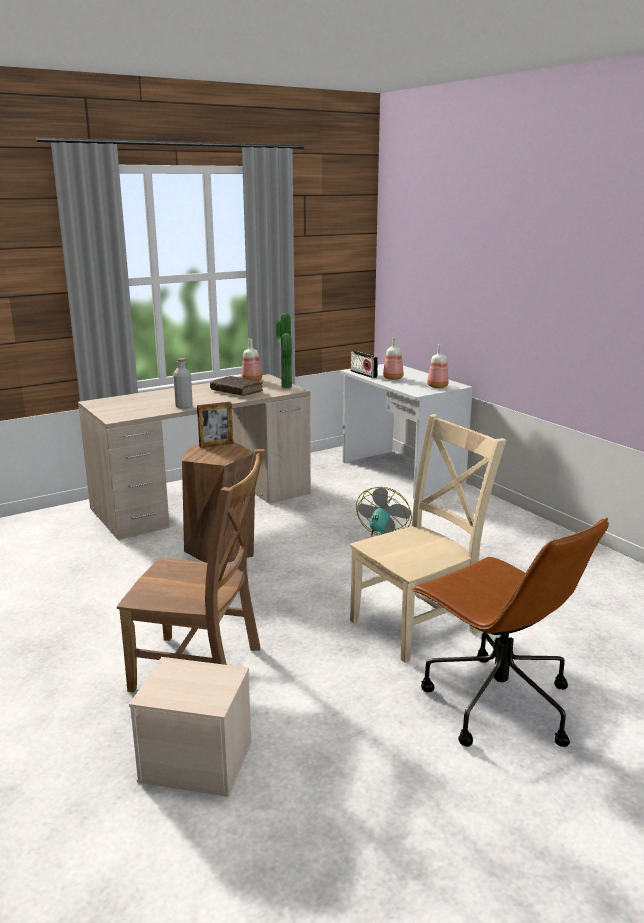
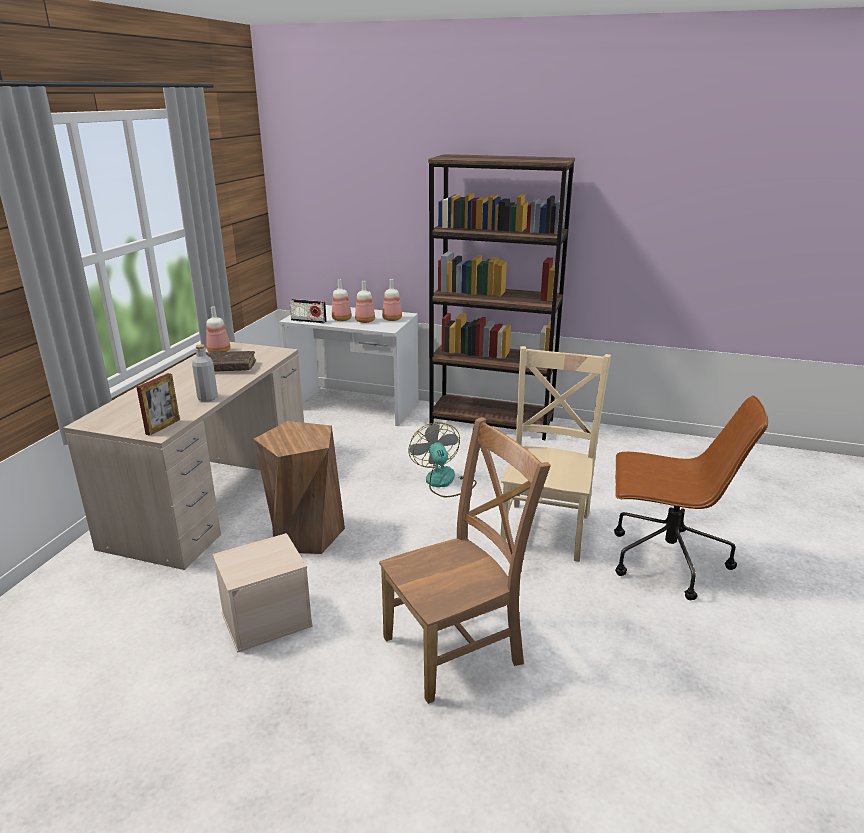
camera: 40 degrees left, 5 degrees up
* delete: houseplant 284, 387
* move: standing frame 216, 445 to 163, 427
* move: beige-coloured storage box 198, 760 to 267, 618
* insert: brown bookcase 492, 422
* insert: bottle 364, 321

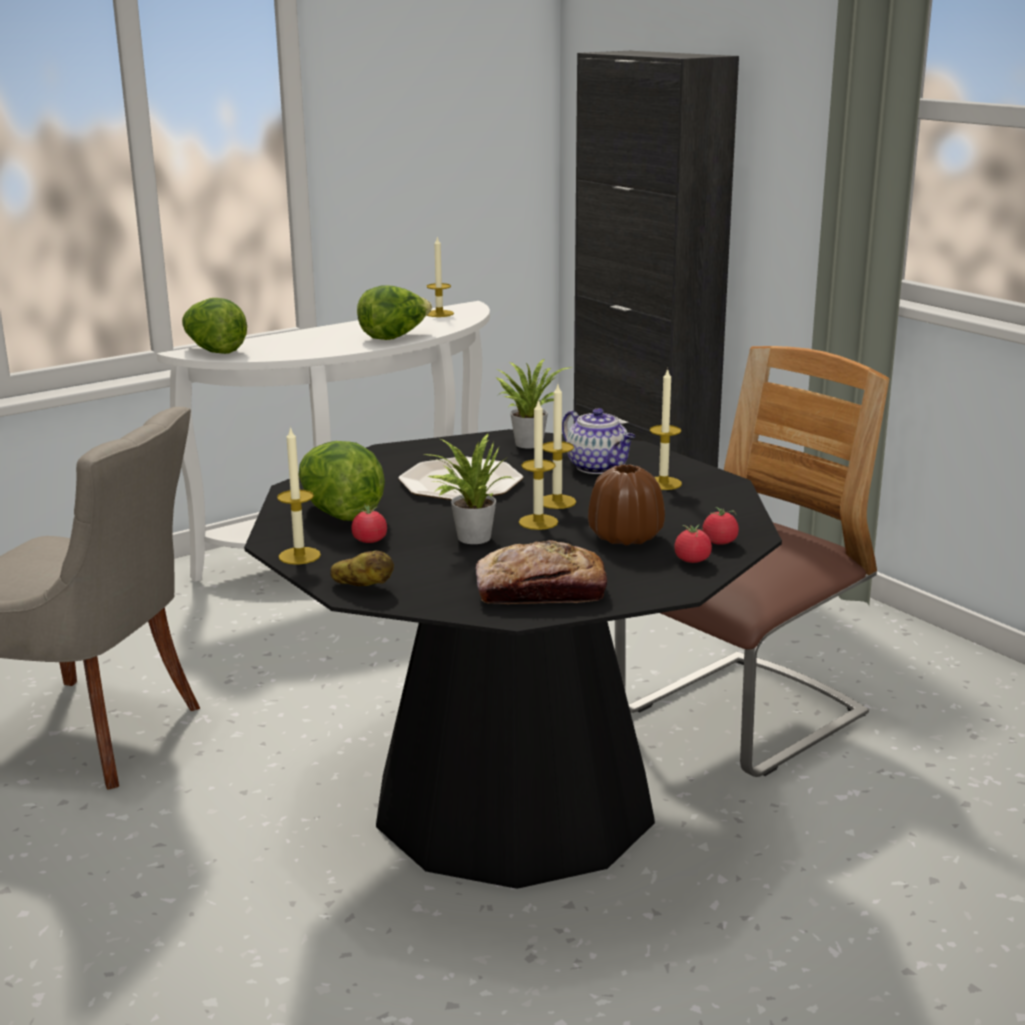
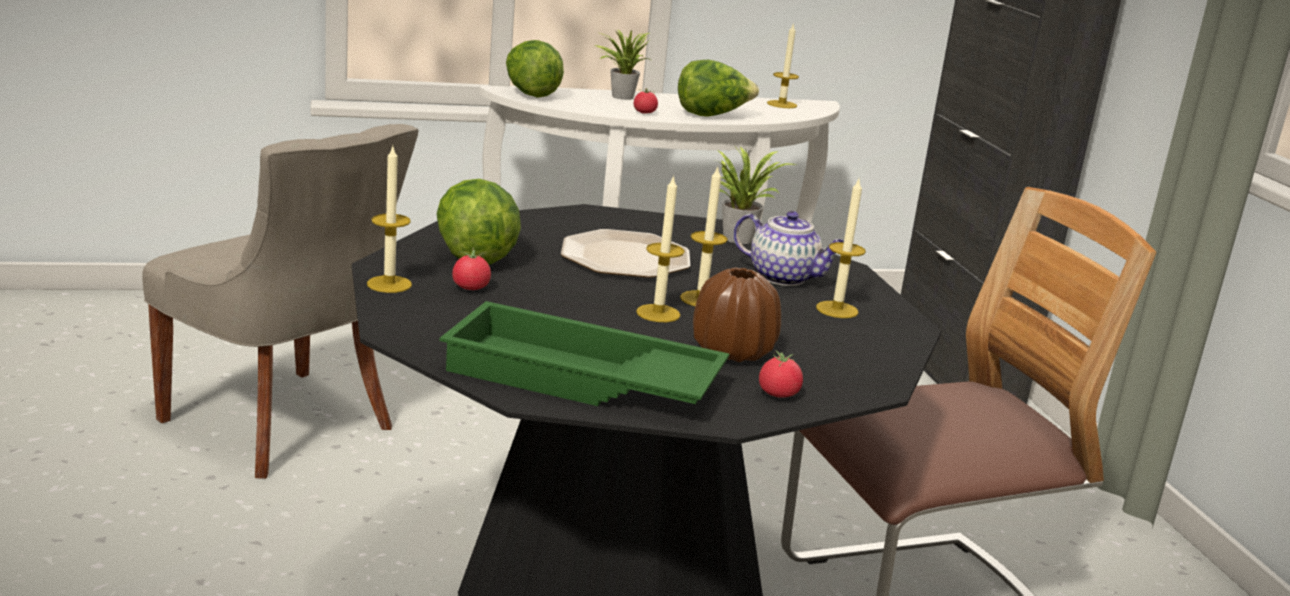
camera: 20 degrees right, 0 degrees up
* rotate: pot for tea 598, 467 = 784, 277 45 degrees counterclockwise
* move: houseplant 469, 537 to 620, 96
* move: fresh tomato 719, 542 to 644, 113
* replace: baked bread 540, 591 to greenish carrying tray 579, 380
* delete: potato 363, 586

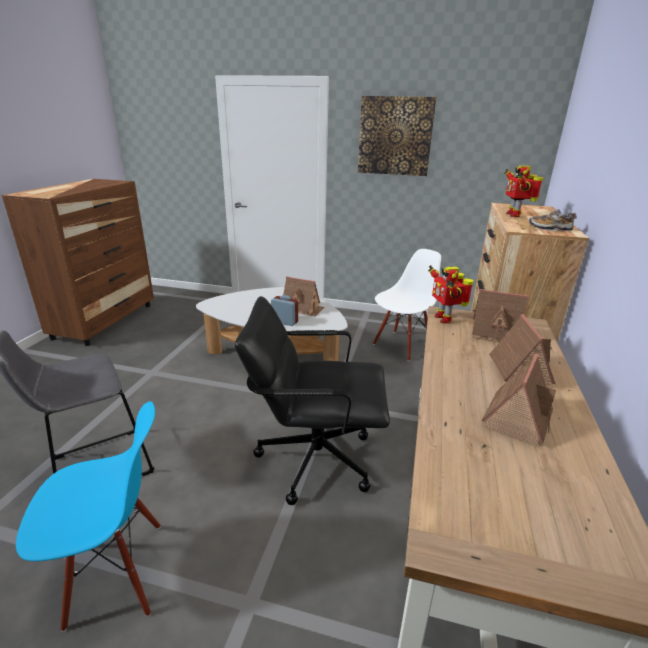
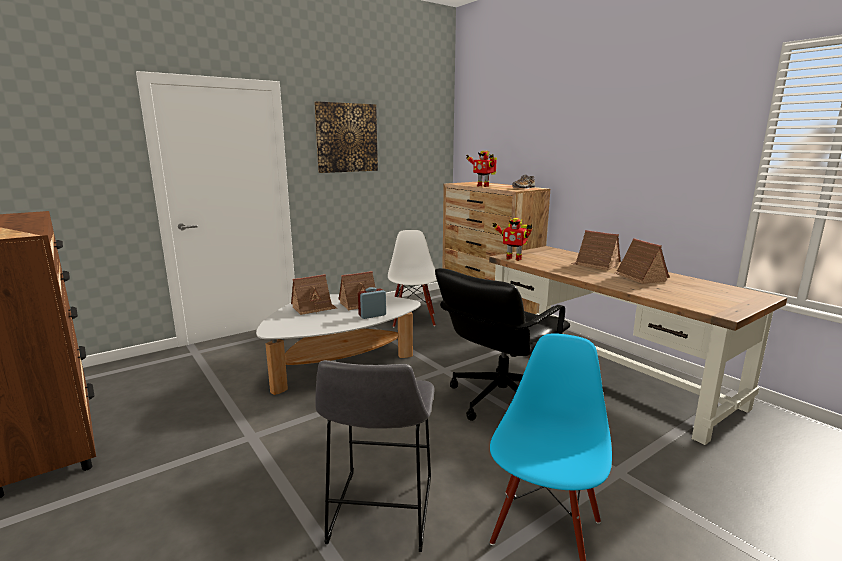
camera: 50 degrees left, 10 degrees down
* move: model house 498, 334 to 313, 308

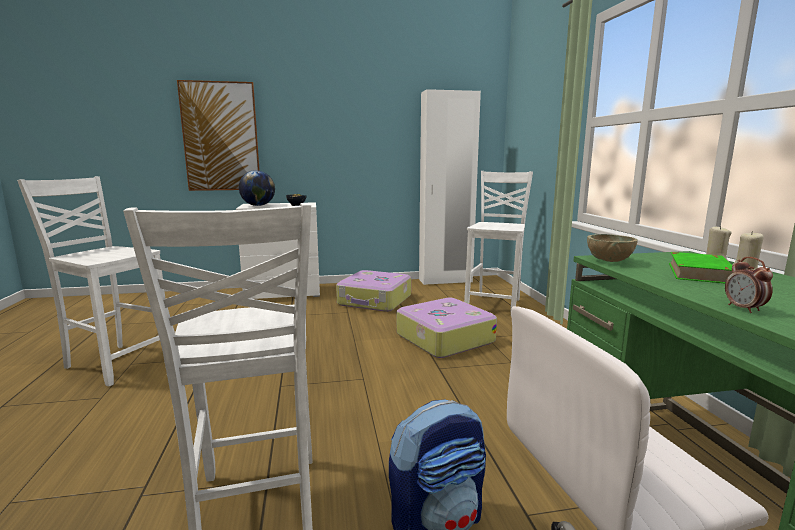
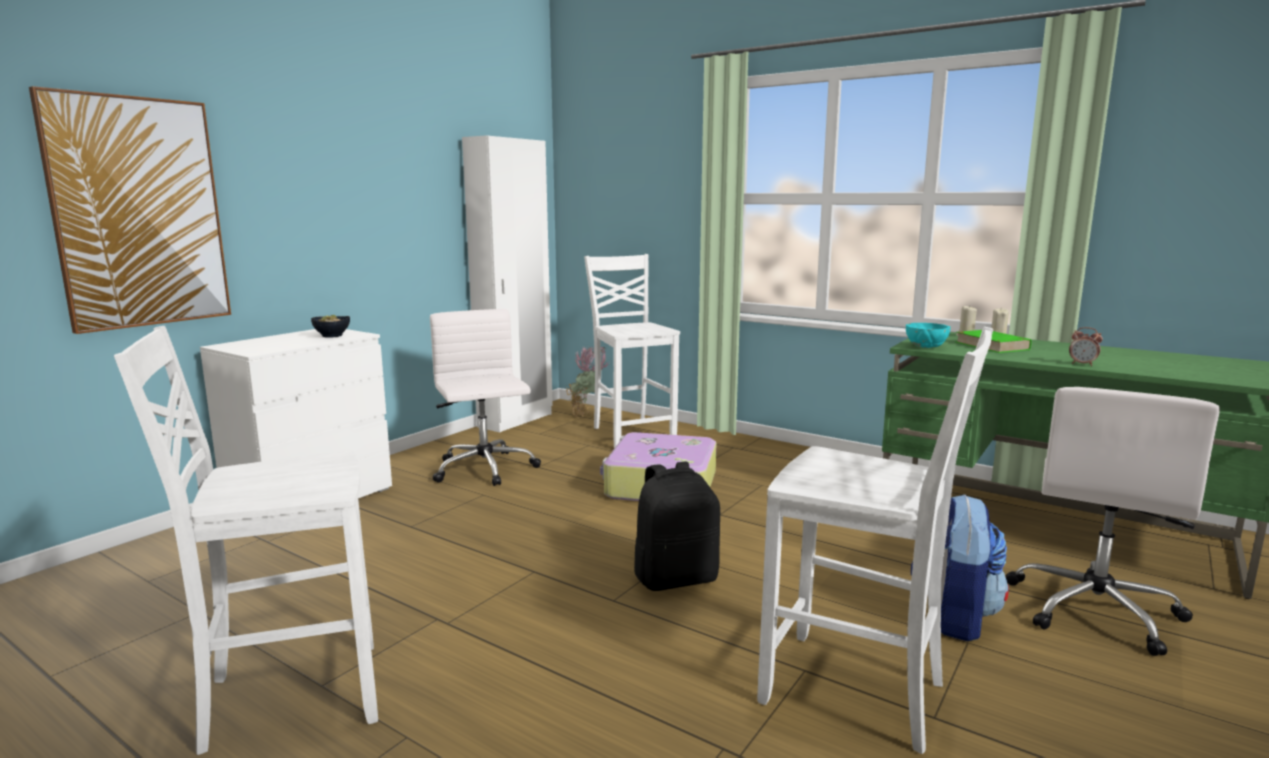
camera: 45 degrees left, 0 degrees up
* delete: world globe 258, 205
* recolor: beige-coloured deep dish 609, 261 to turquoise deep dish 926, 347
* replace: travel case 375, 300 to white-coloured desk chair 485, 470
* insert: houseplant 587, 416
* insert: black rucksack 676, 578

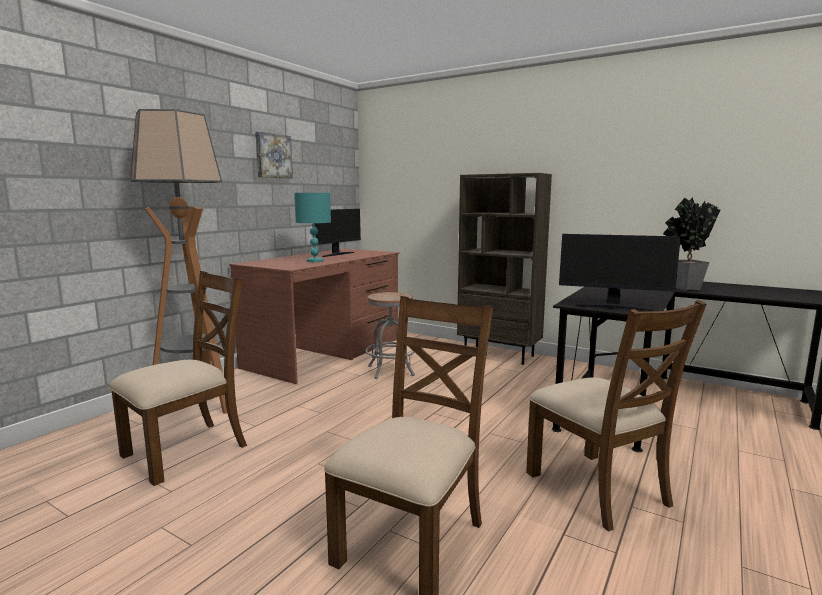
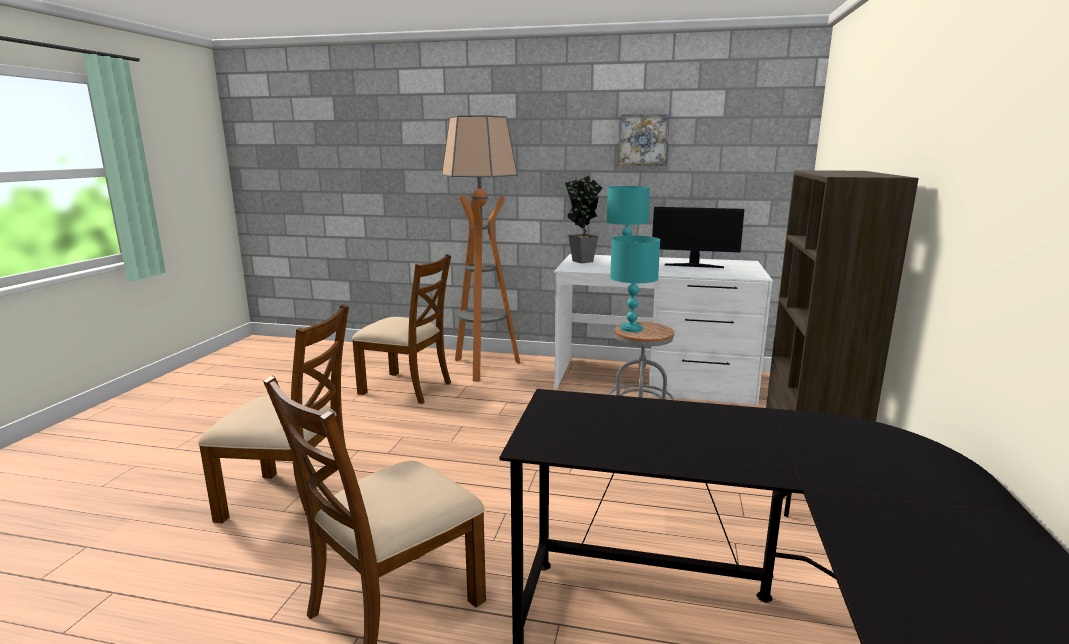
camera: 70 degrees right, 5 degrees up
* move: houseplant 682, 288 to 582, 260
* delete: computer screen 613, 307
* recolor: brown desk unit 326, 353 to white-coloured desk unit 654, 380
* insert: turquoise table lamp 632, 328

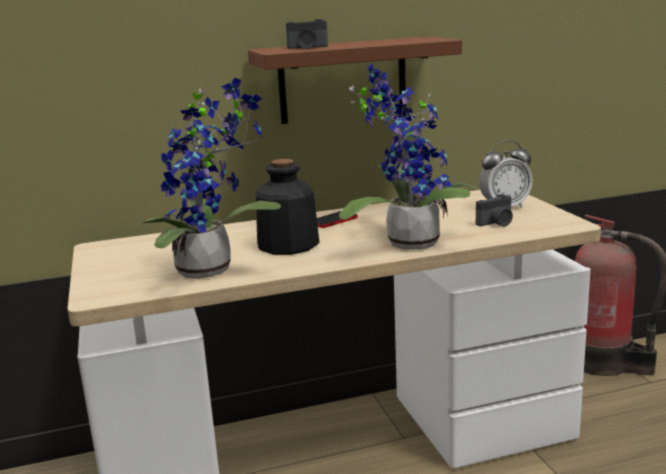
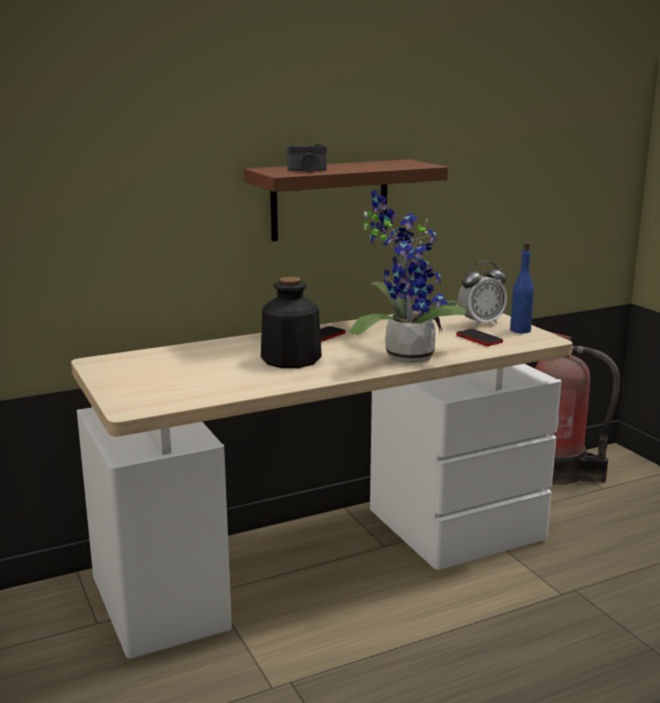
camera: 10 degrees left, 0 degrees up
* delete: houseplant 212, 270
* replace: photo camera 496, 223 to handset 479, 338
* insert: bluish bottle 520, 330

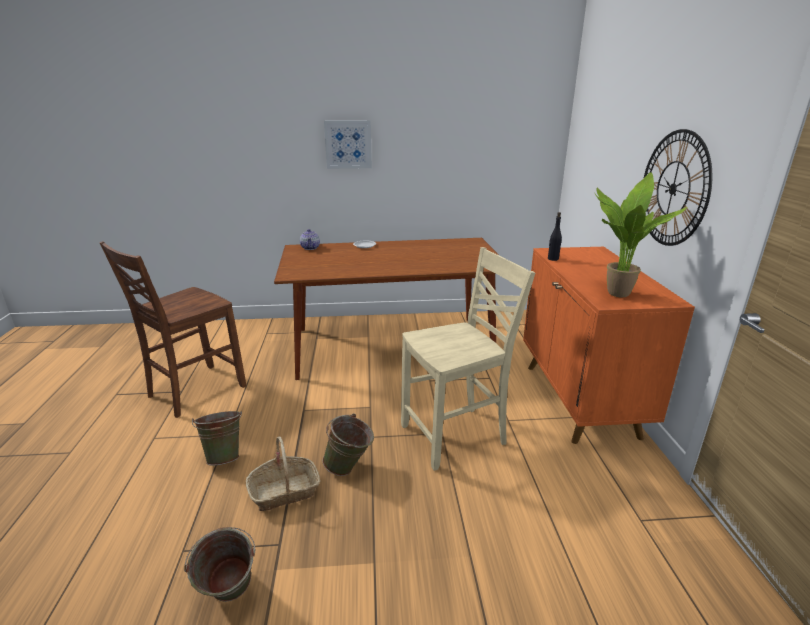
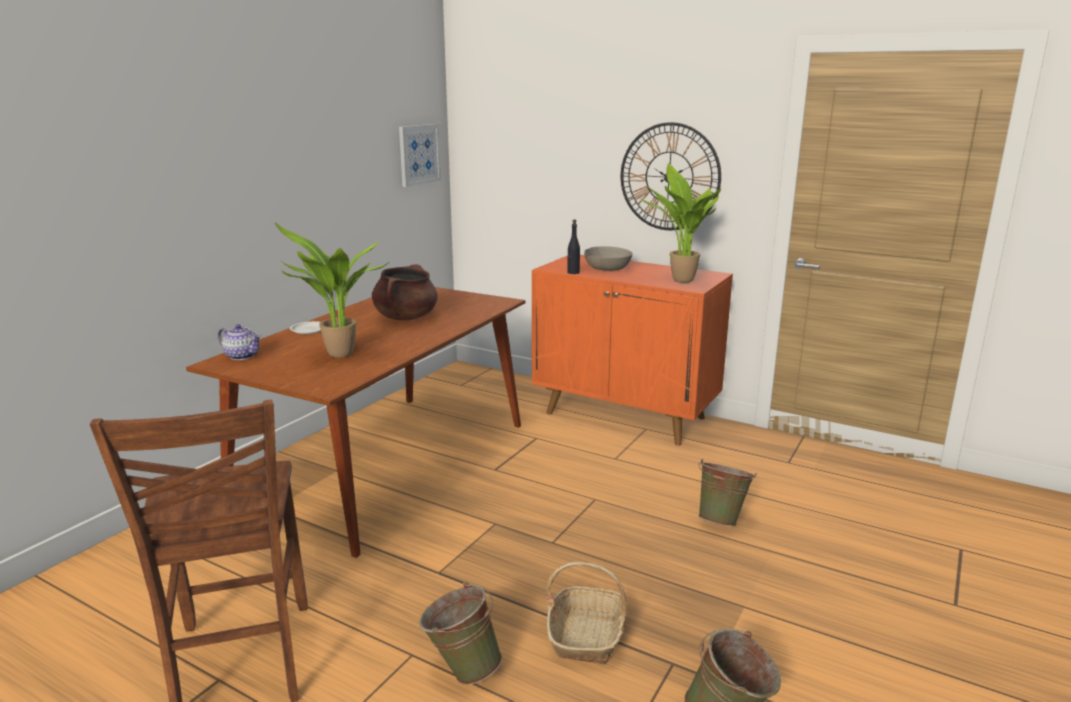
camera: 55 degrees left, 5 degrees down
* move: picture 348, 144 to 419, 154
* delete: beige-coloured chair 456, 436
* move: greenish bucket 350, 468 to 721, 520
* insert: houseplant 338, 356
* insert: greyish deep dish 607, 268
* insert: brown stockpot 406, 317

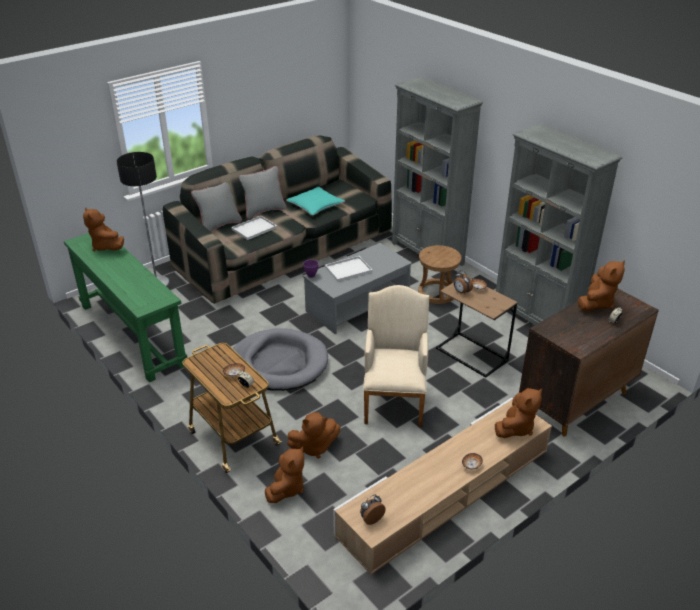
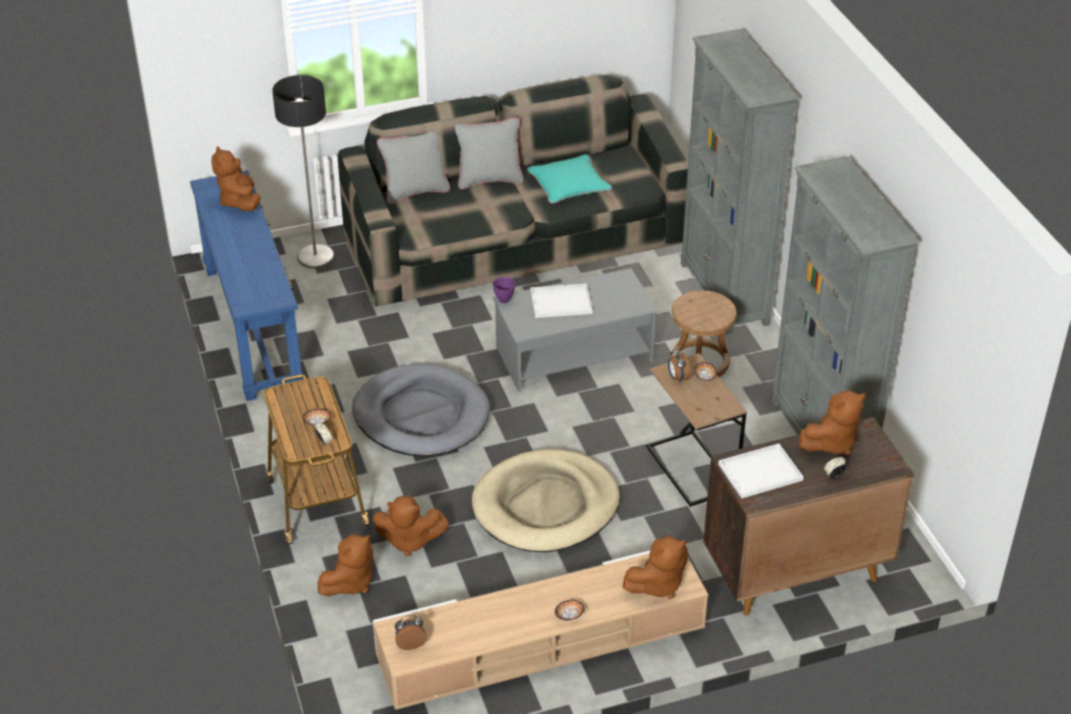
camera: 20 degrees right, 5 degrees up
* move: white-coloured carrying tray 254, 229 to 759, 473
* recolor: greenish narrow table 132, 334 to bluish narrow table 253, 327
* replace: beige-coloured armchair 394, 400 to beige-coloured dog bed 546, 506

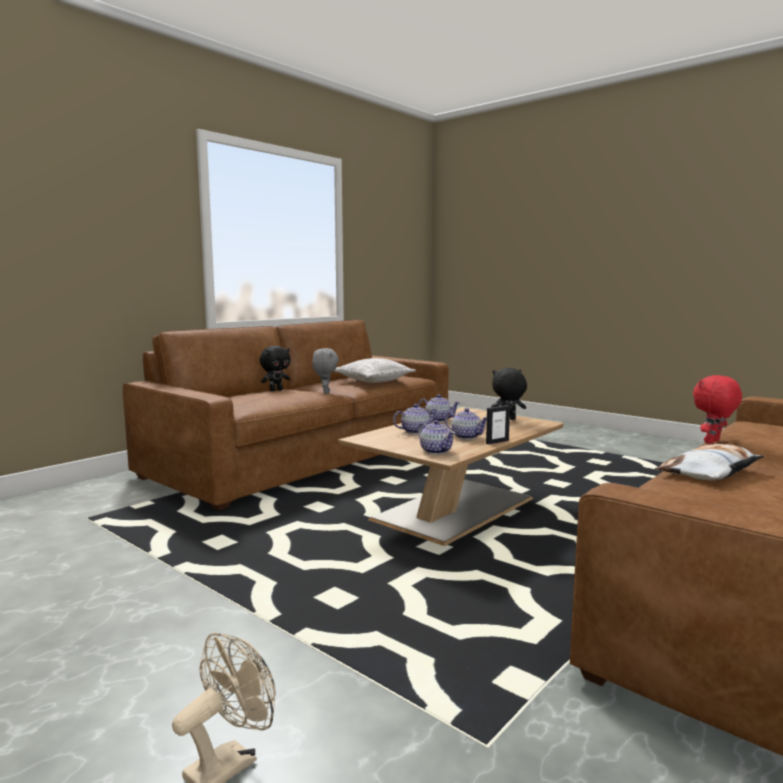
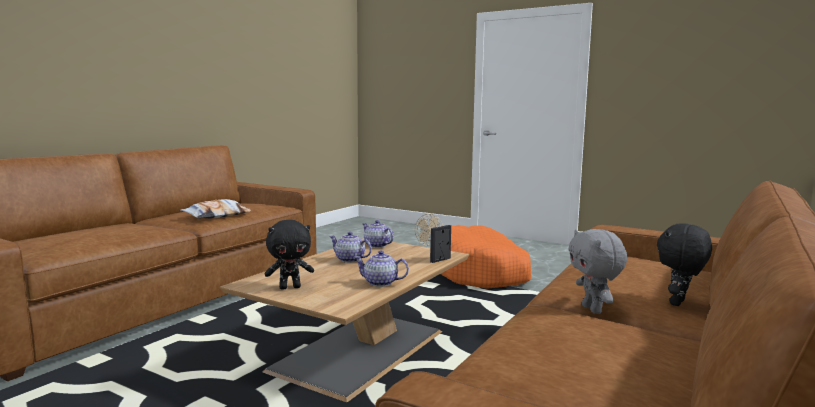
camera: 170 degrees right, 0 degrees up
* delete: throw pillow 373, 381
* delete: reddish cuddly toy 713, 442
* delete: pot for tea 415, 431
* move: standing frame 497, 442 to 440, 260
* insert: orangey dog bed 479, 272

